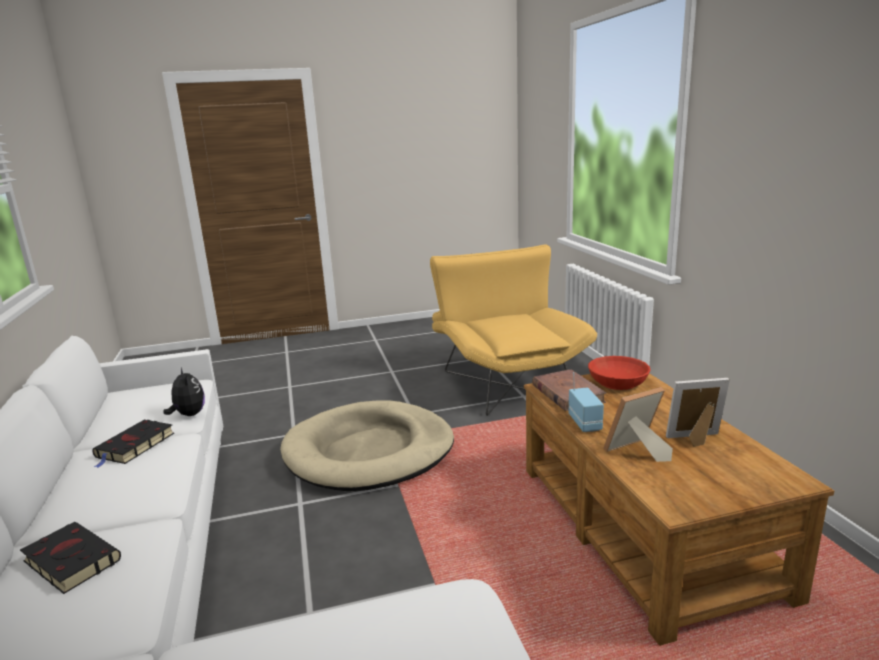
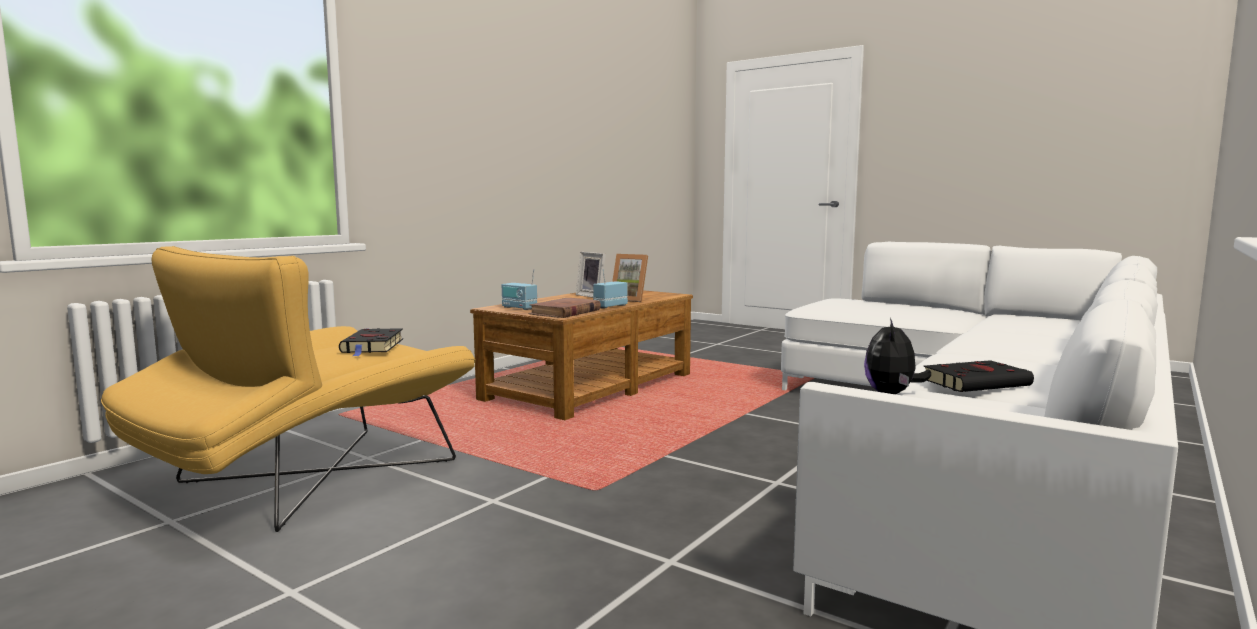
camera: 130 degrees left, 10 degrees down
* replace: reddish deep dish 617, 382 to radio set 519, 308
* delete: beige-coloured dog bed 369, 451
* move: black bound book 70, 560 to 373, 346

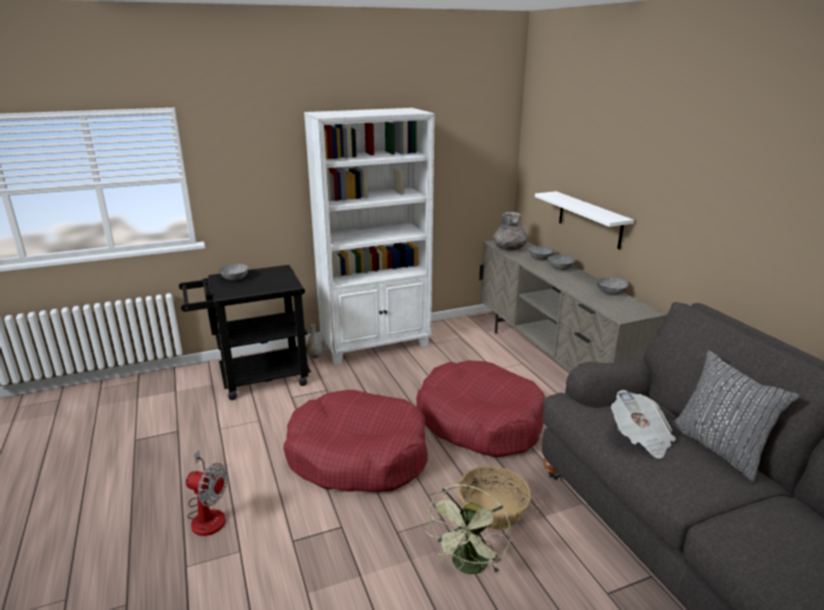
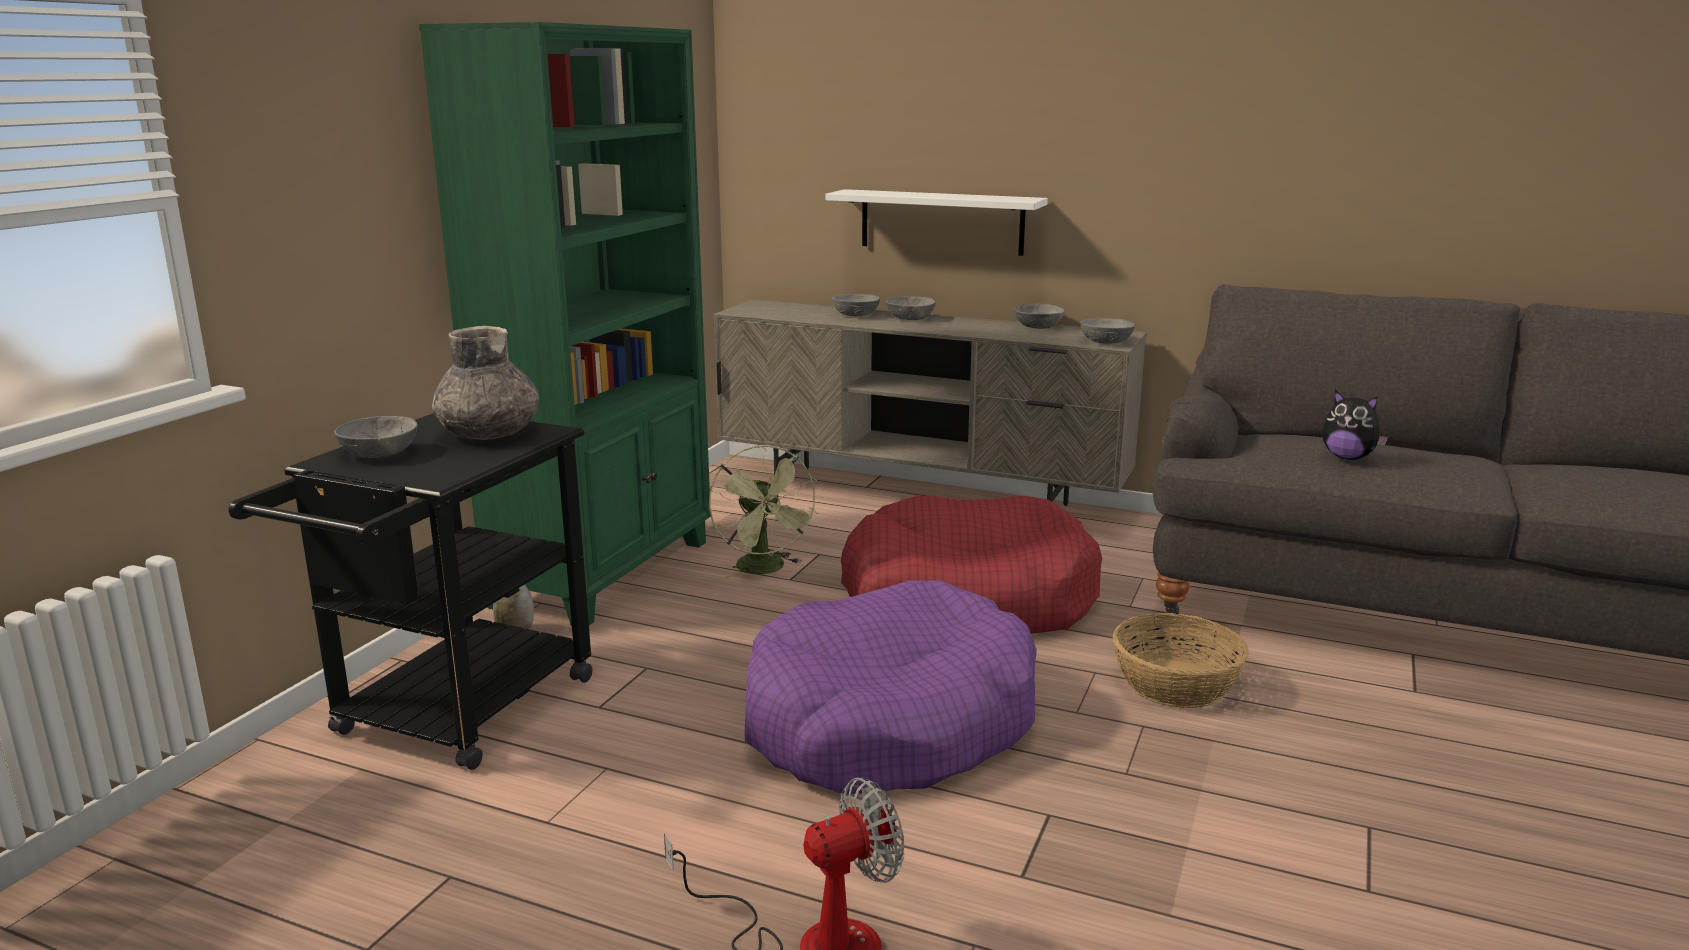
camera: 45 degrees left, 5 degrees down
* recolor: white-coloured bookcase 376, 345 to greenish bookcase 607, 573
* move: greyish vase 509, 248 to 489, 434
* delete: greyish throw pillow 719, 448
* recolor: reddish dog bed 357, 456 to purplish dog bed 889, 722
* replace: printed paper 640, 438 to cuddly toy 1348, 457
* move: greenish cooling fan 469, 567 to 766, 570
* insert: greyish deep dish 1106, 342

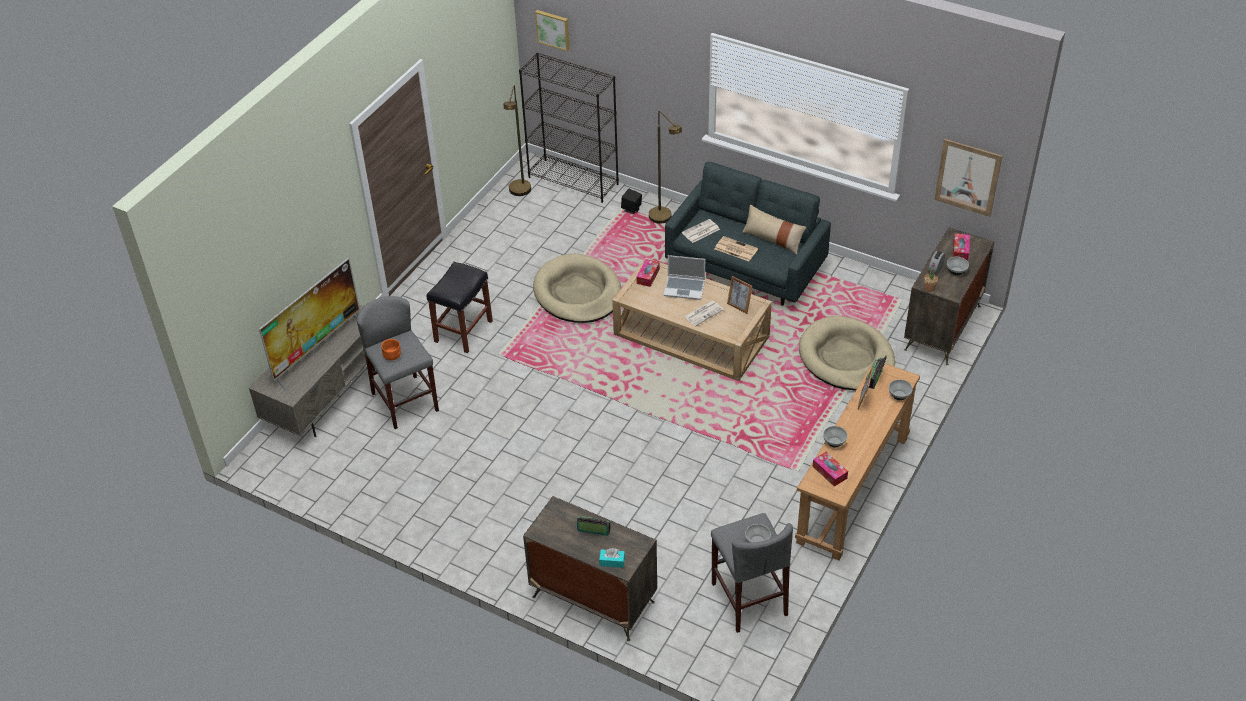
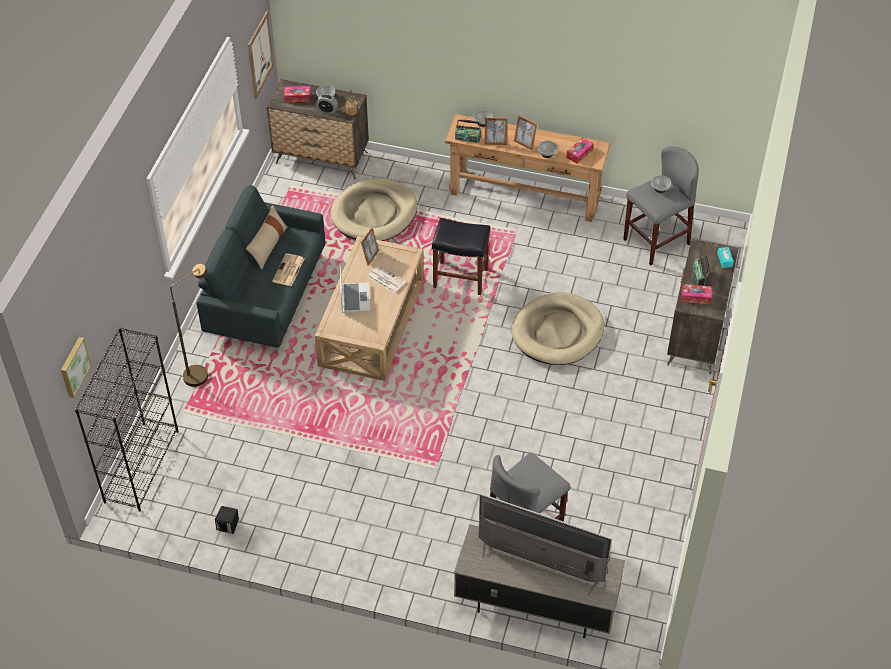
camera: 105 degrees left, 5 degrees up
* delete: brown standing lamp 520, 193
* move: black speaker 631, 209 to 228, 526
* delete: printed paper 700, 231
* move: beige-coloured dog bed 578, 293 to 557, 332
* move: box of tissues 648, 276 to 695, 297
* move: black stool 463, 332 to 461, 278
* delete: orangey deep dish 392, 357
* insert: standing frame 524, 143

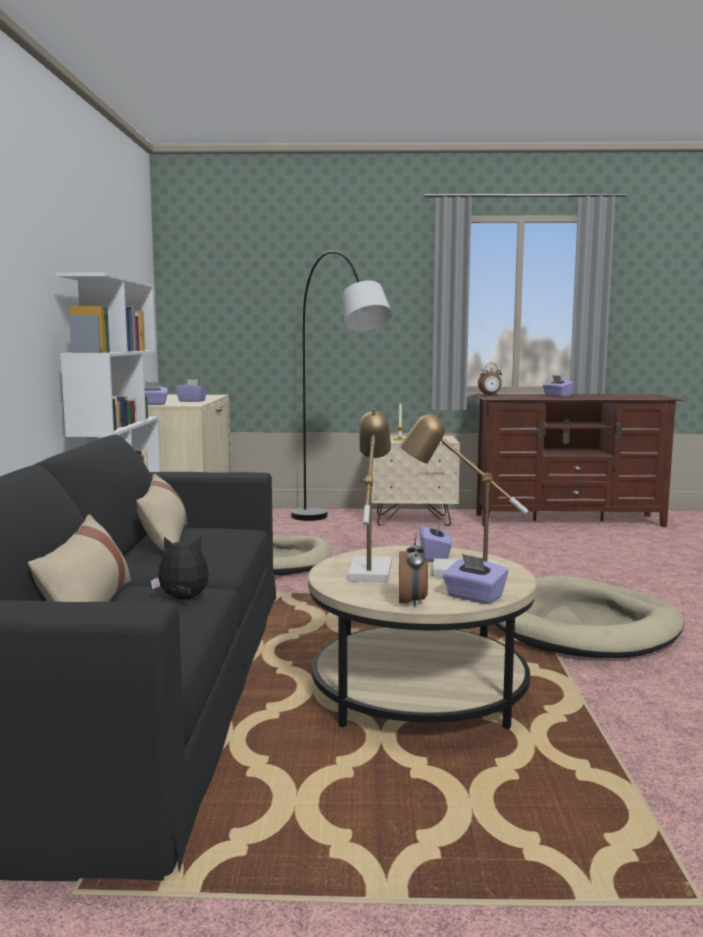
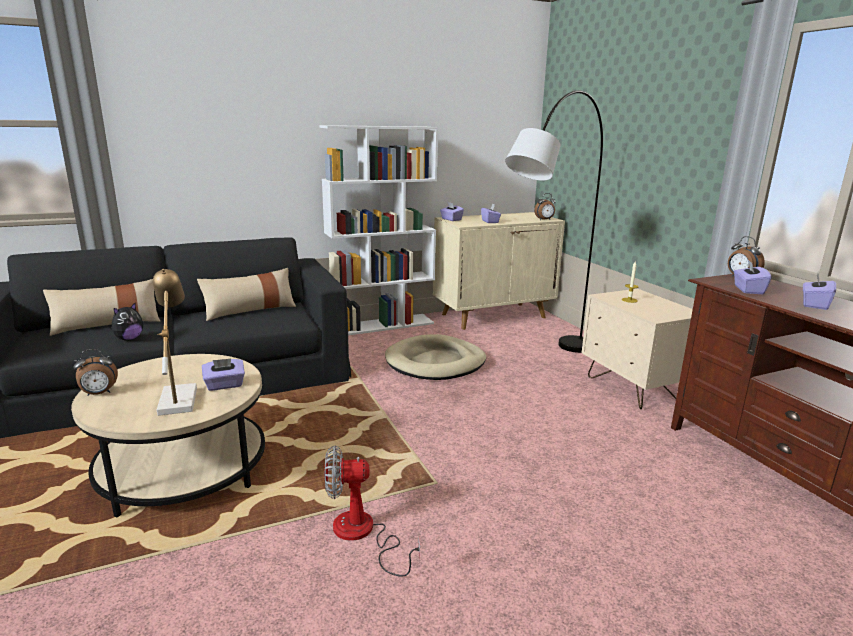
camera: 65 degrees right, 10 degrees up
* delete: table lamp 370, 569
* rotate: cuddly toy 183, 599 = 129, 339 60 degrees clockwise
* move: purplish box of tissues 474, 597 to 748, 290
* replace: beige-coloured dog bed 583, 626 to cooling fan 362, 534
* insert: bedside clock 544, 220

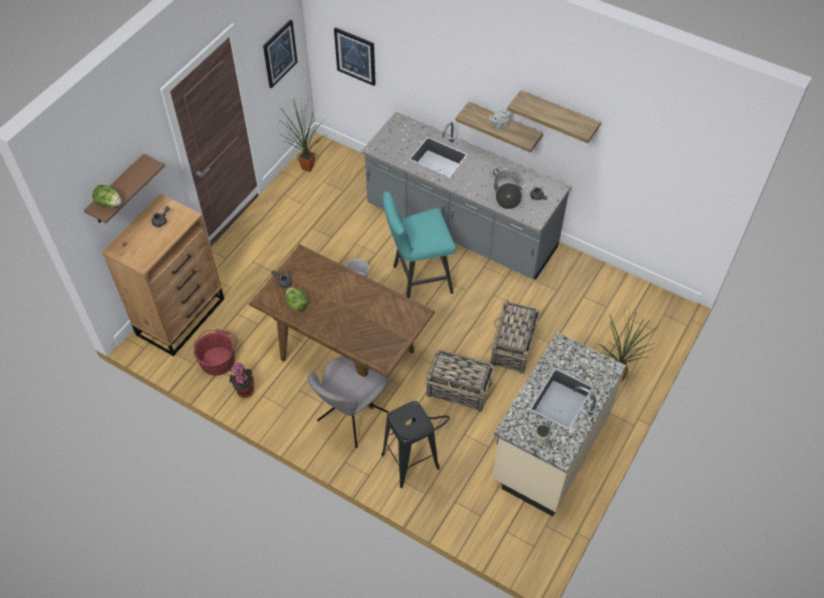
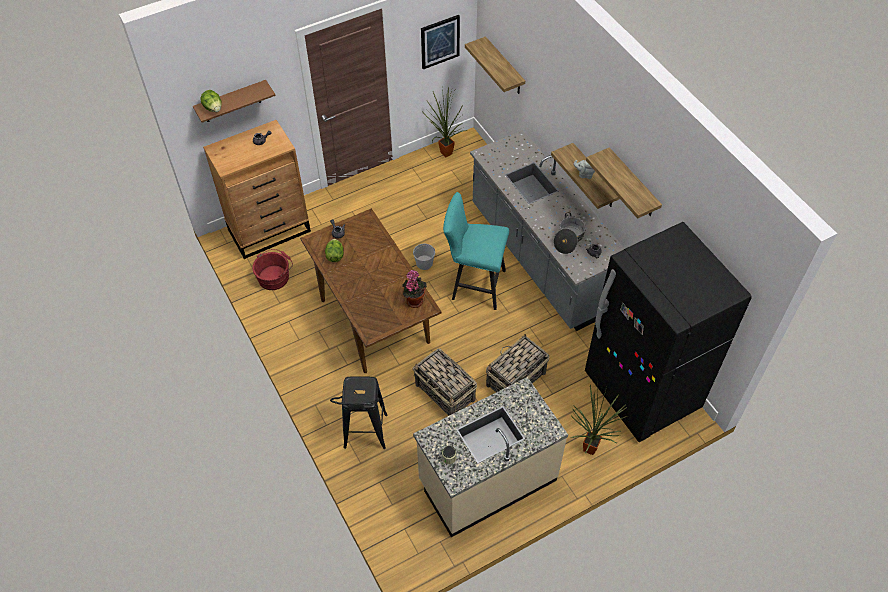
camera: 30 degrees right, 0 degrees up
* replace: picture 355, 56 to wall shelf 504, 67
* delete: greyish chair 350, 418
* move: houseplant 244, 390 to 414, 300
* insert: black fridge 641, 391

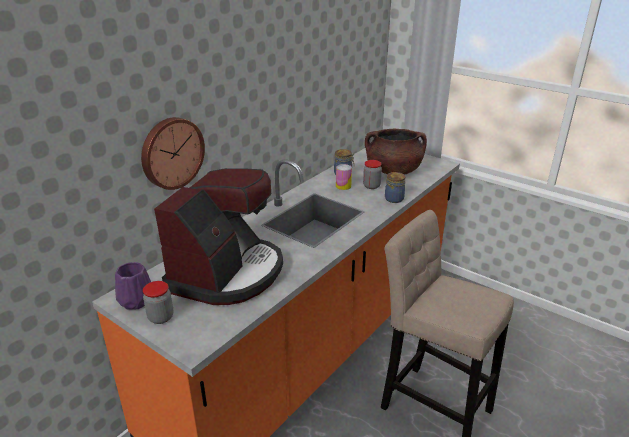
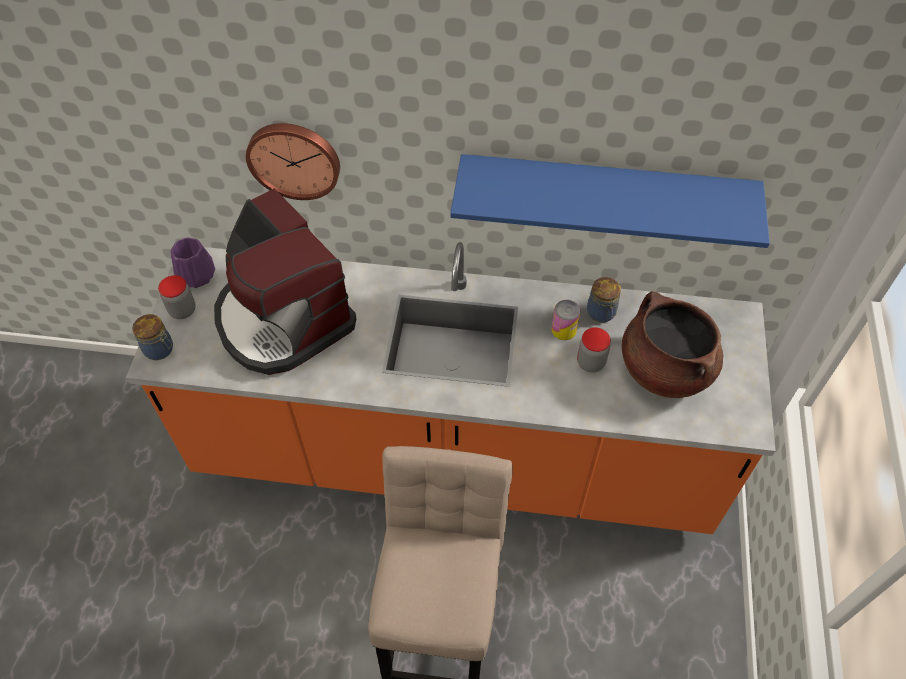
camera: 60 degrees right, 25 degrees up
* rotate: coffee machine 227, 273 = 282, 319 60 degrees clockwise
* move: preserve jar 395, 199 to 160, 350
* insert: bluish wall shelf 605, 193

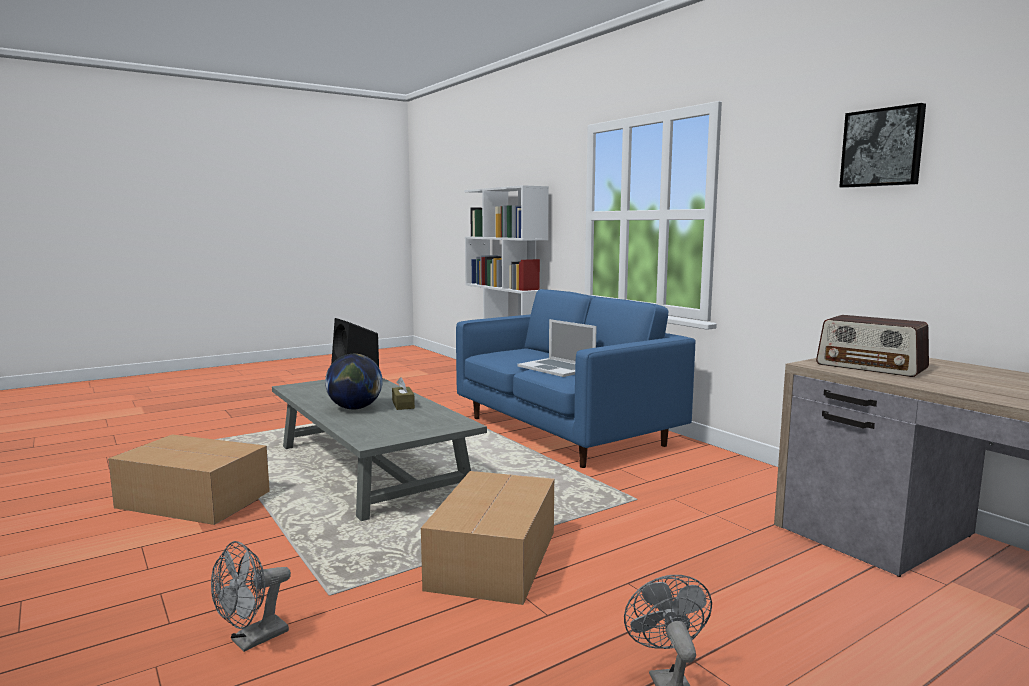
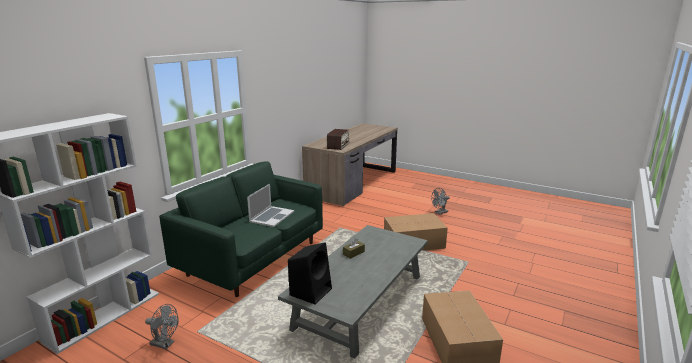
camera: 115 degrees left, 10 degrees up
* delete: picture 883, 147
* recolor: bluish couch 563, 431 to greenish couch 253, 258
* delete: world globe 355, 408
* move: greyish cooling fan 252, 640 to 165, 344

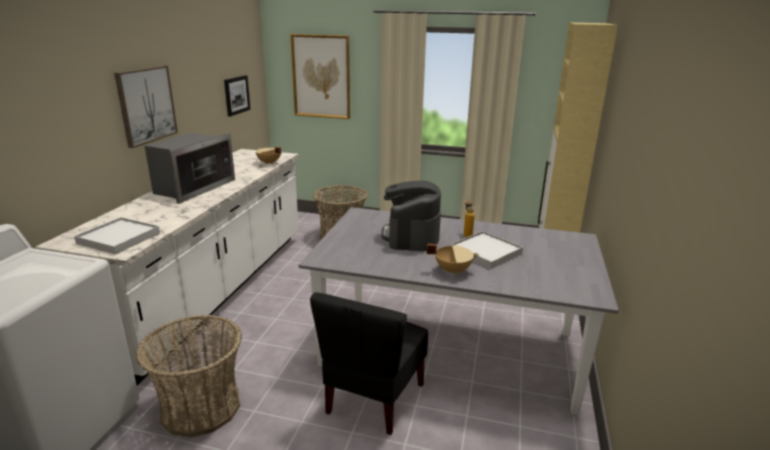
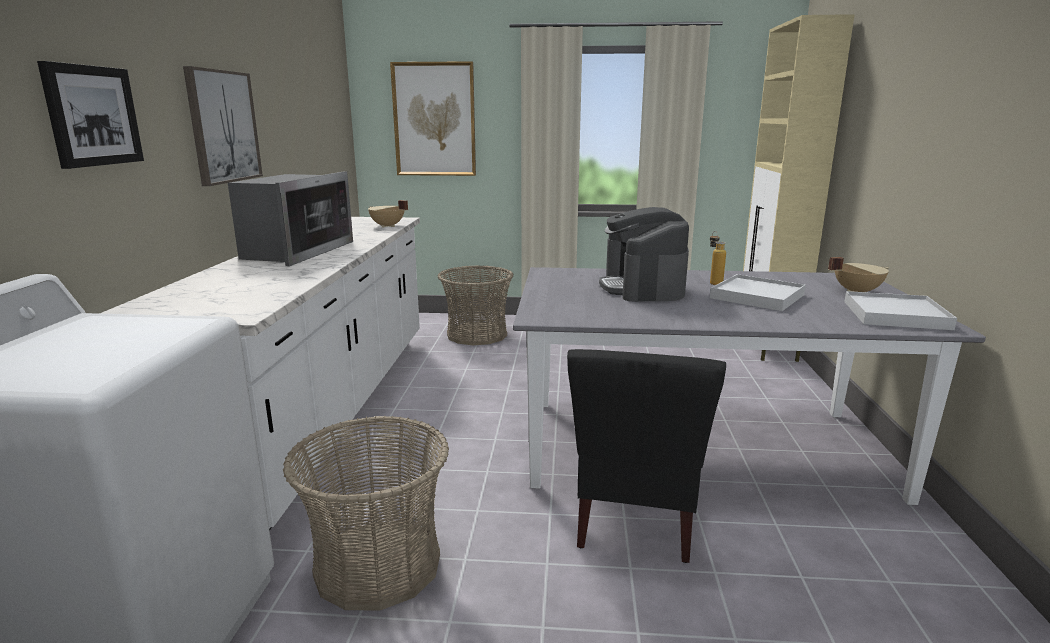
camera: 10 degrees left, 5 degrees down
* move: picture 236, 95 to 92, 116
* move: white-coloured carrying tray 119, 238 to 895, 315
* move: beige-coloured stockpot 452, 270 to 856, 291

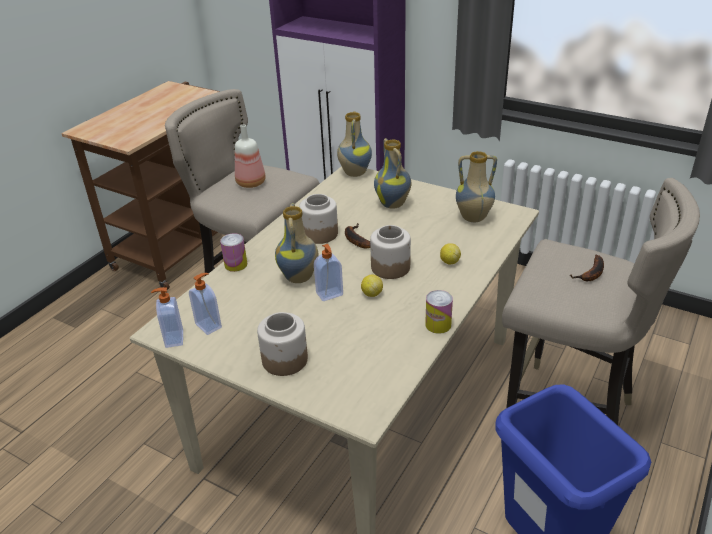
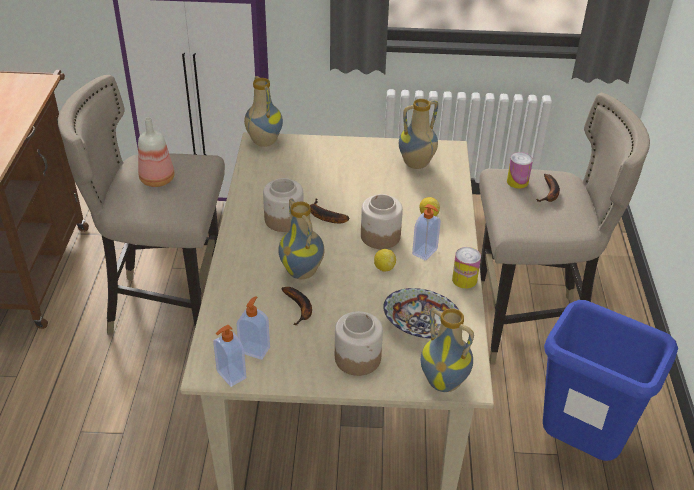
camera: 30 degrees left, 5 degrees up
* move: vase 393, 204 to 444, 381
* move: sealed can 236, 264 to 517, 182
* move: soap dispenser 330, 294 to 425, 252
* insert: banana 300, 308
* insert: deep dish 420, 328

